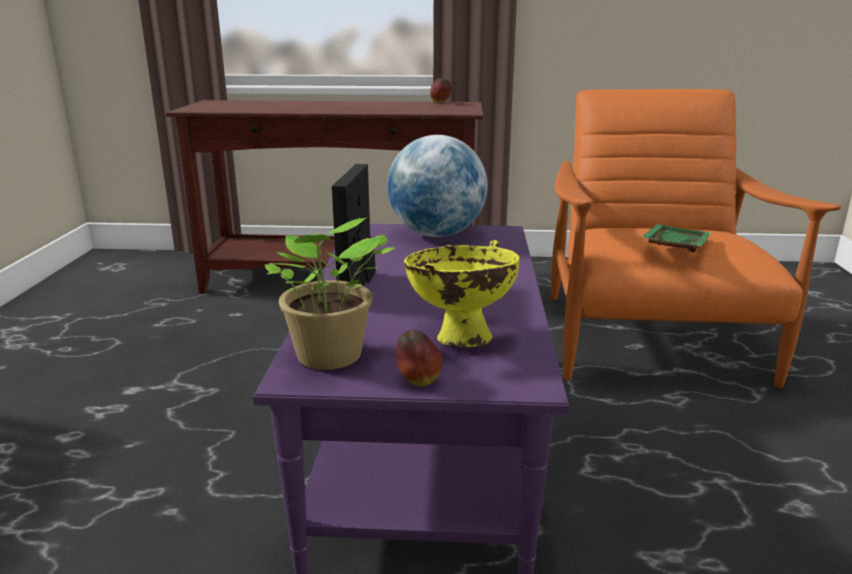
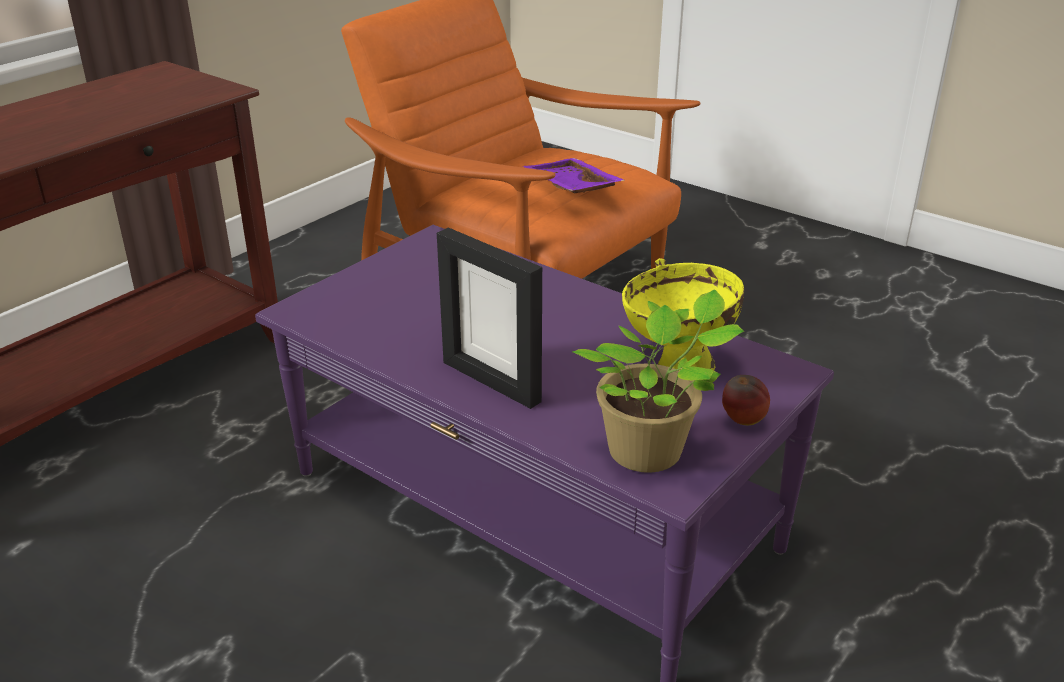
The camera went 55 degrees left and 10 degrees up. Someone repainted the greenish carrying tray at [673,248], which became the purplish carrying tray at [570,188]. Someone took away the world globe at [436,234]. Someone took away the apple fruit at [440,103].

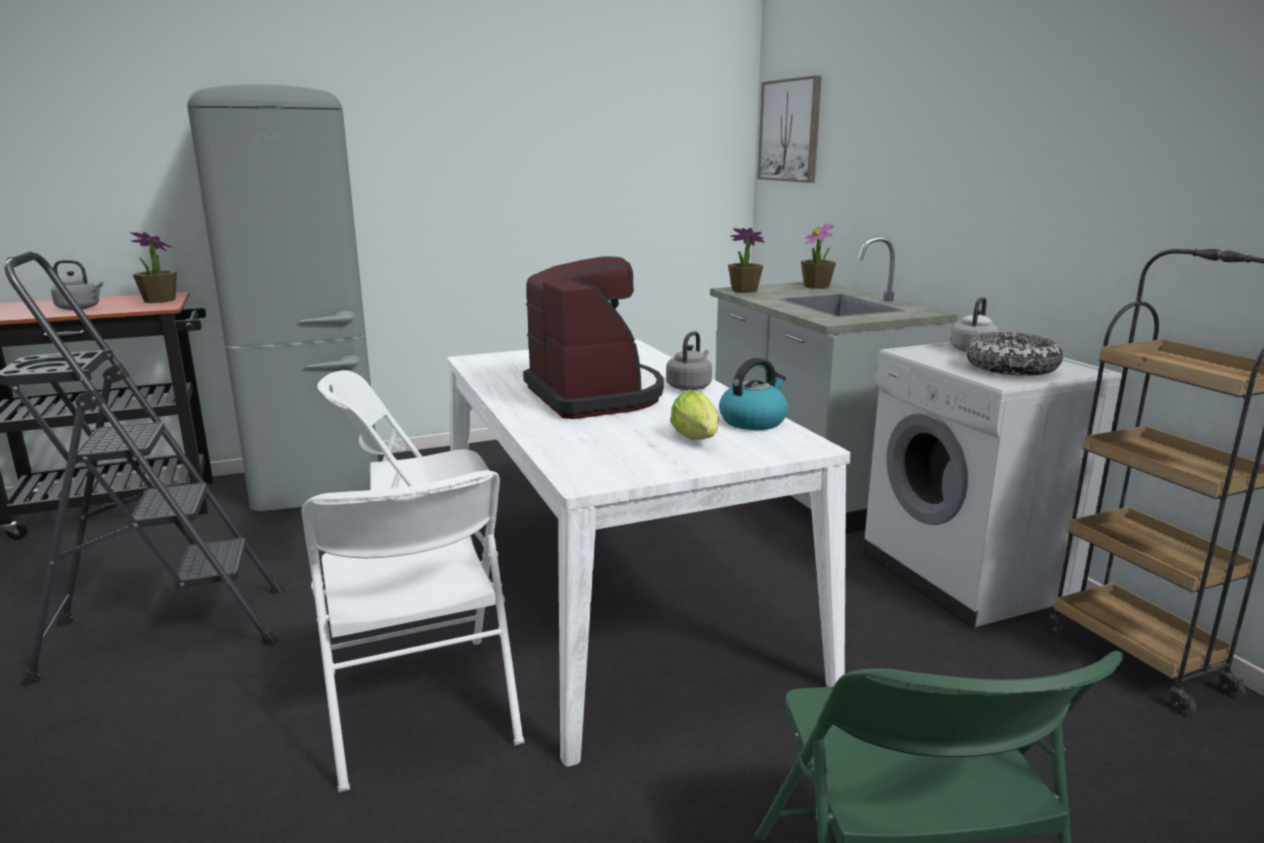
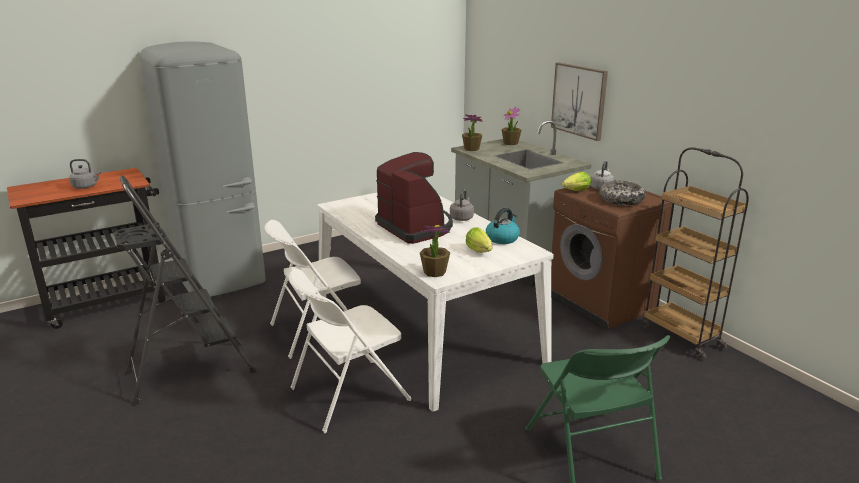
The camera went 10 degrees left and 5 degrees up. Someone rotated the white chair at [418,707] by 90 degrees clockwise. Someone carried the plant in a pot from [159,300] to [434,272]. Someone carried the wall art from [790,130] to [579,100]. Someone repainted the white washing machine at [964,576], which became the brownish washing machine at [600,303]. Someone put down the lettuce at [575,191].

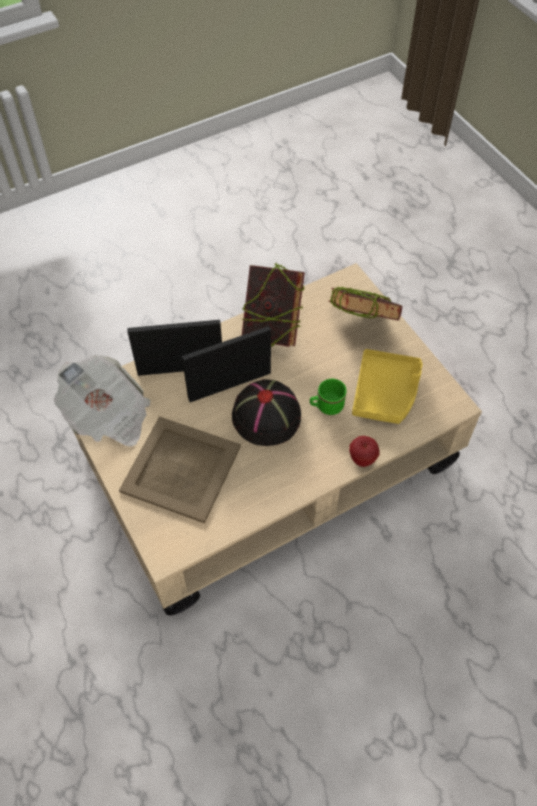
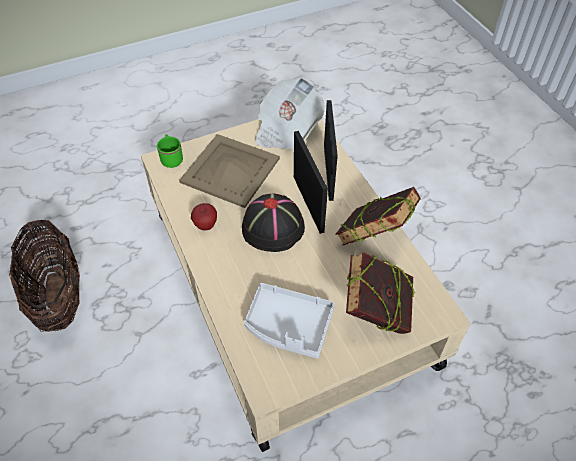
The camera went 95 degrees right and 5 degrees down. Someone put down the storage basket at [58,295]. Someone carried the greenish mug from [326,406] to [171,158]. Someone carried the apple fruit from [362,459] to [205,226]. Someone repainted the yellow-coloured carrying tray at [385,393], which became the greyish carrying tray at [288,326].

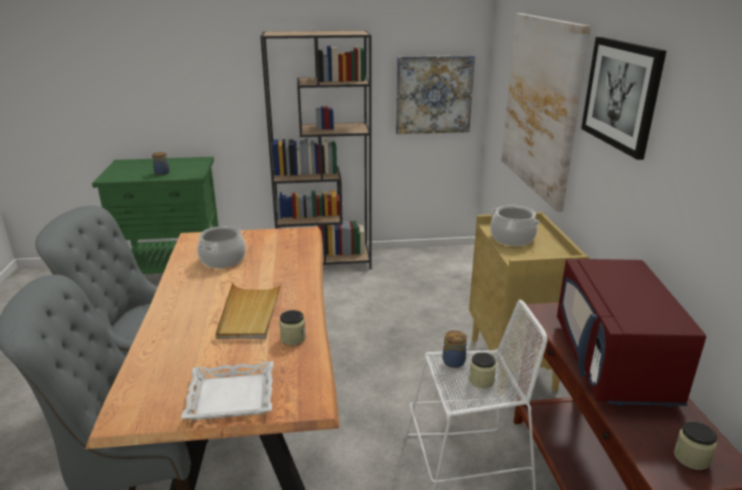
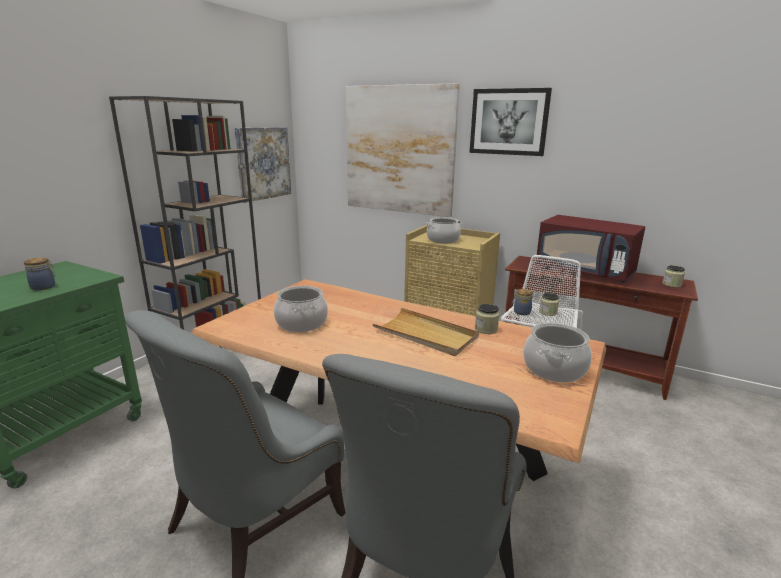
The camera went 55 degrees left and 5 degrees down. Someone swapped the white carrying tray at [231,397] for the cooking pot at [554,369].

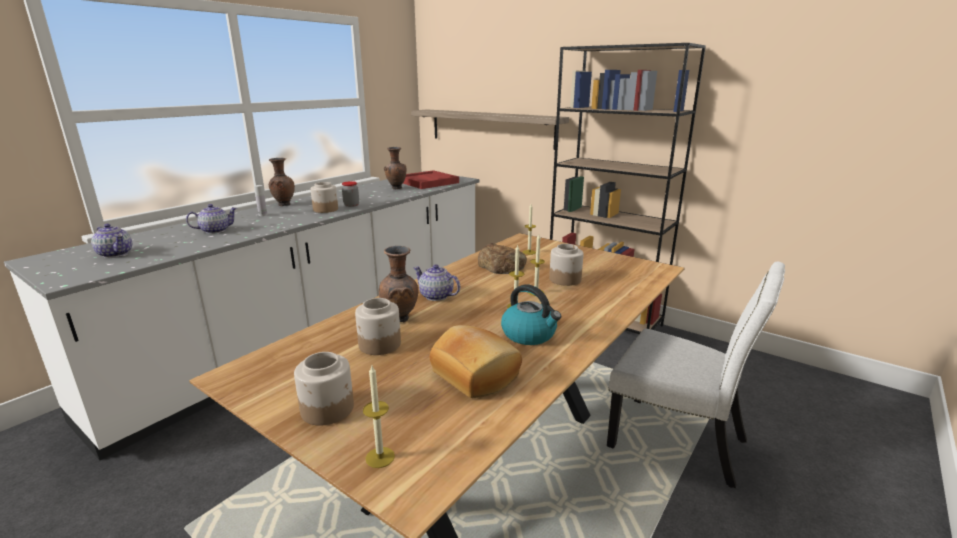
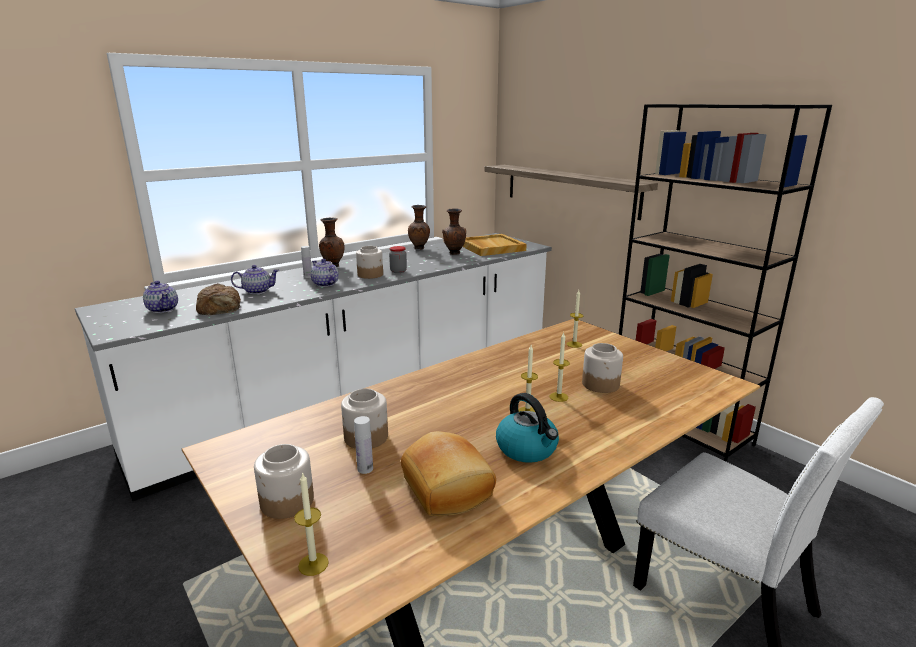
The camera went 15 degrees right and 0 degrees up. Someone carried the baked bread from [501,265] to [220,307]. Someone carried the pot for tea from [436,296] to [325,284]. Someone put down the white drink bottle at [365,469]. Someone carried the brownish vase from [401,319] to [419,248]. Someone repainted the reddish carrying tray at [427,182], which became the beige carrying tray at [491,247].

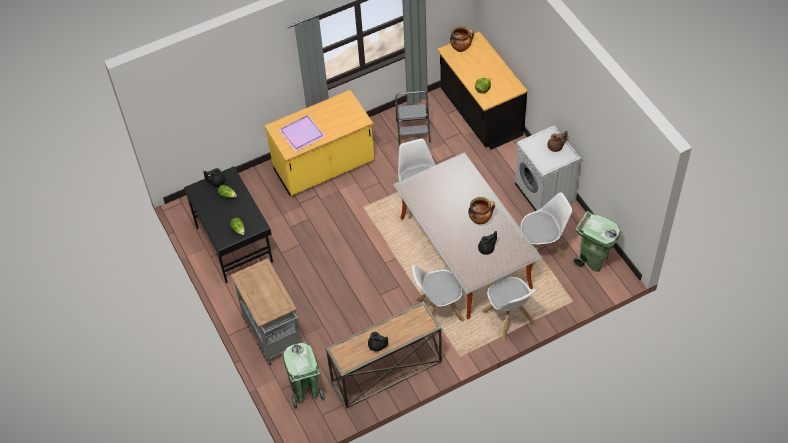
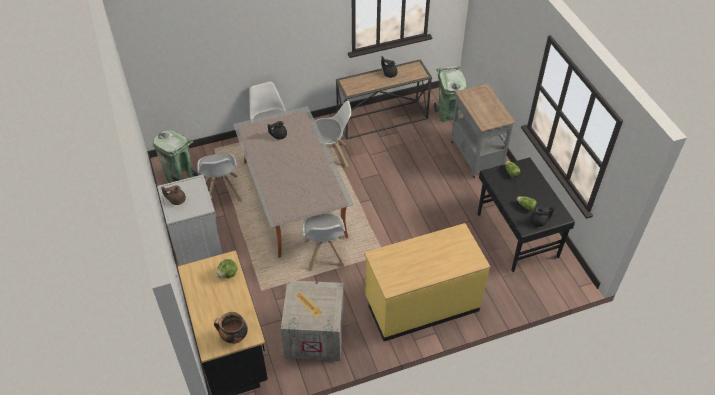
The camera went 175 degrees left and 5 degrees down. Someone rotated the chair at [542,249] by 90 degrees counterclockwise. Someone swapped the greyish stepladder at [413,131] for the crate at [314,335]. Someone took away the purplish carrying tray at [301,134]. Someone took away the cooking pot at [480,219].

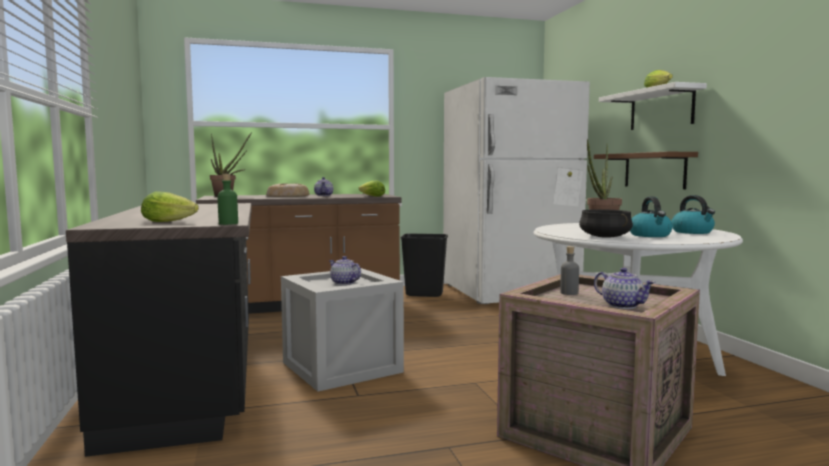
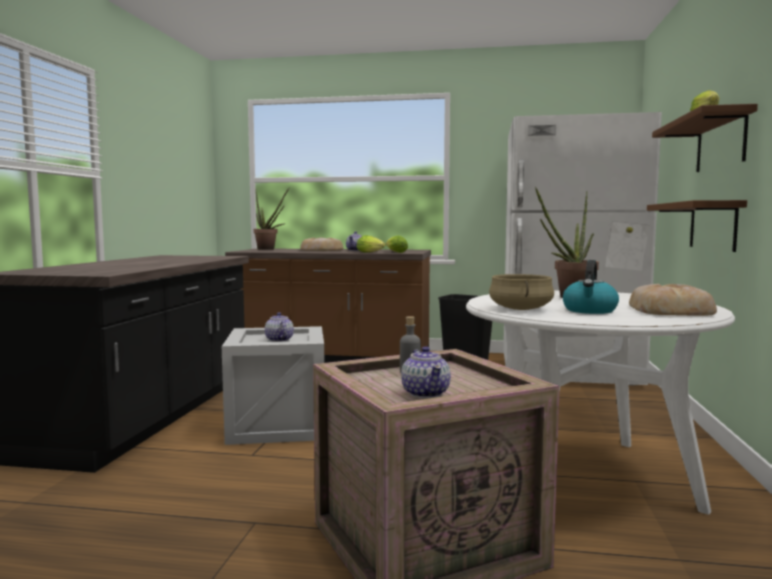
The camera went 25 degrees right and 0 degrees up. Someone carried the lettuce from [171,222] to [371,252]. Someone repainted the black cooking pot at [604,237], which became the beige cooking pot at [520,309]. Someone swapped the water kettle at [693,232] for the baked bread at [671,310]. Someone repainted the white wall shelf at [661,109], which became the brownish wall shelf at [720,143]. Someone took away the greenish drink bottle at [228,223].

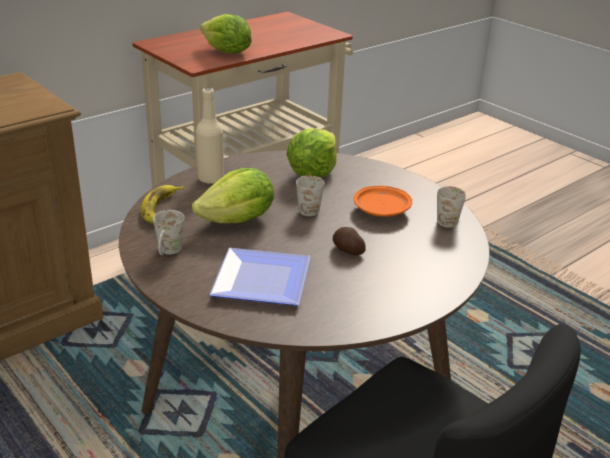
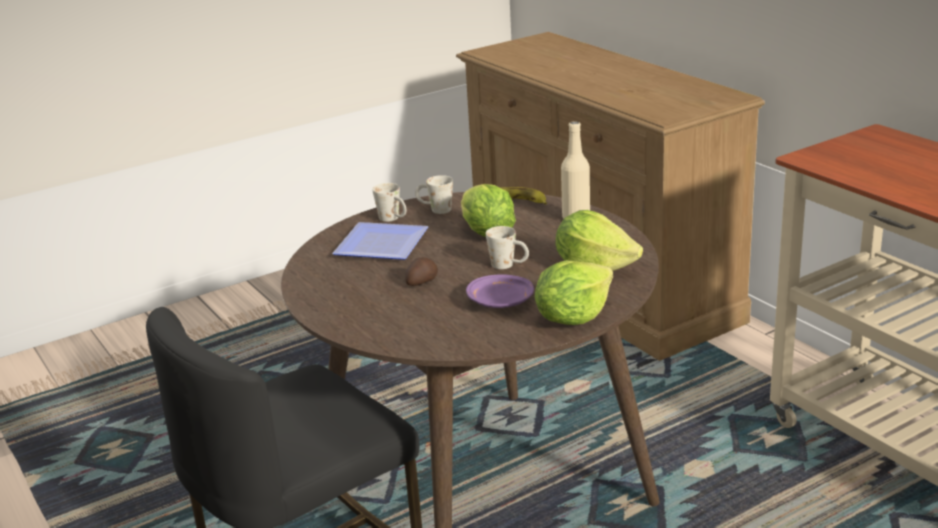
The camera went 100 degrees right and 5 degrees down. Someone carried the white mug from [450,219] to [393,219]. Someone repainted the orange plate at [382,210], which became the purplish plate at [501,302]. Someone carried the lettuce from [226,52] to [573,317].

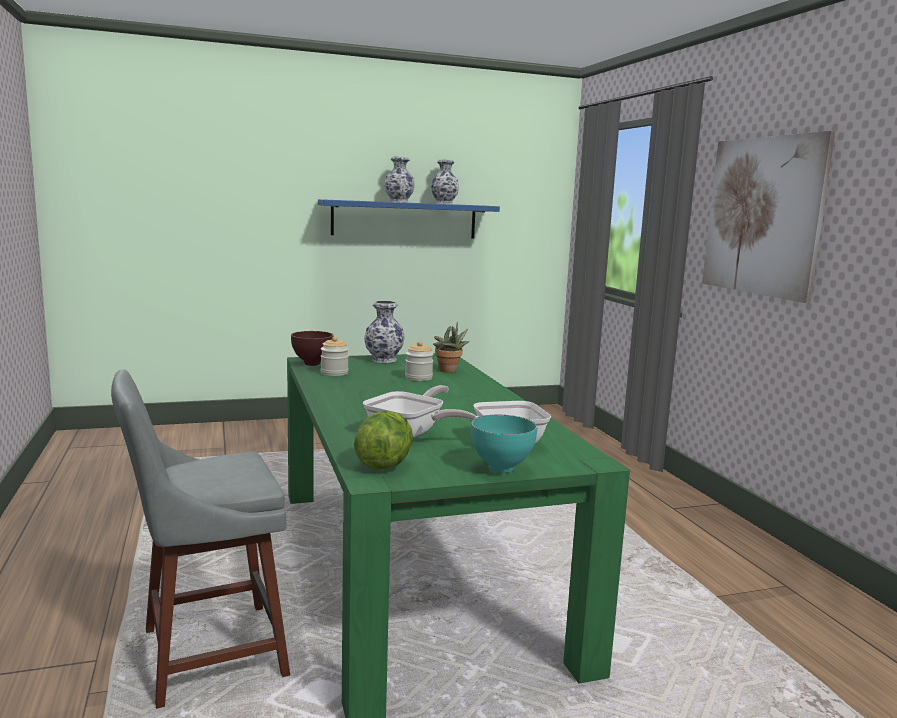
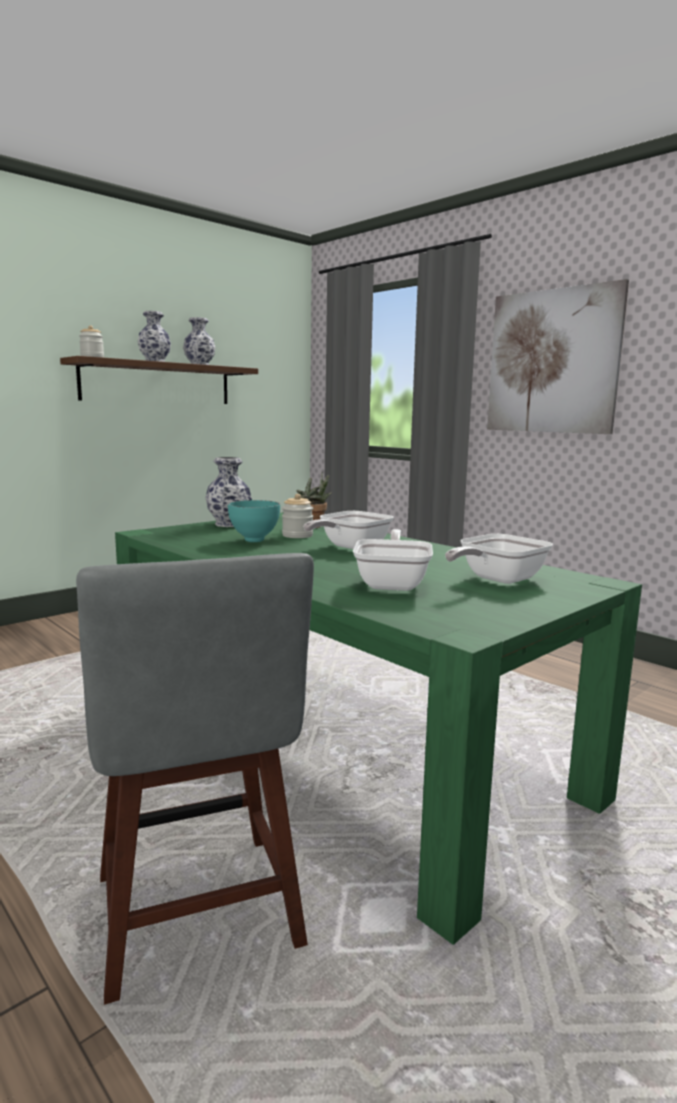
The camera went 25 degrees left and 0 degrees up. Someone repainted the bluish wall shelf at [404,219], which became the brownish wall shelf at [157,383]. Someone rotated the greyish chair at [204,654] by 60 degrees counterclockwise. Someone carried the storage jar from [334,373] to [92,357]. Someone carried the turquoise deep dish from [500,470] to [253,541]. Someone put down the skillet at [350,547]. Someone took away the brownish deep dish at [311,364]. Someone took away the lettuce at [384,464].

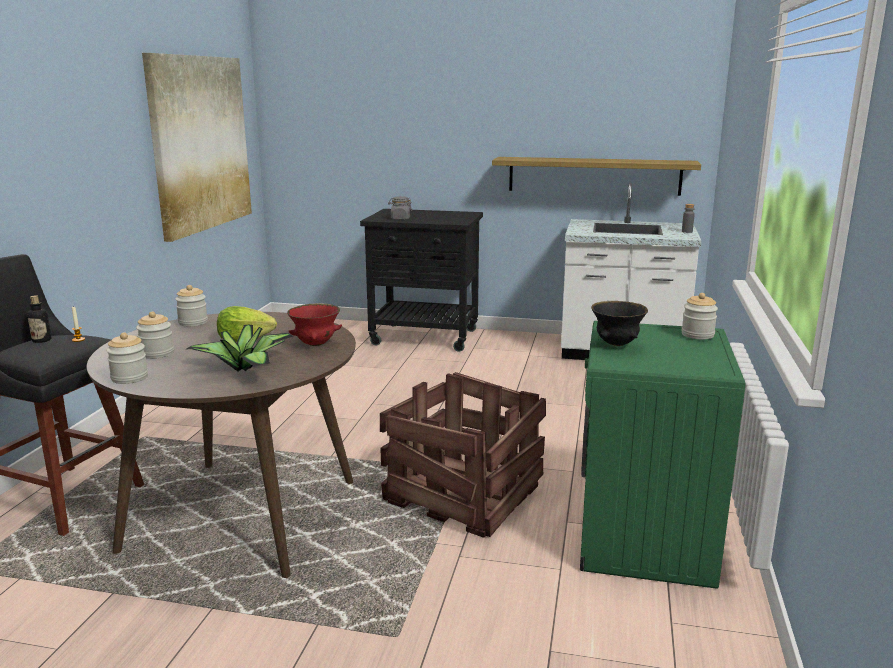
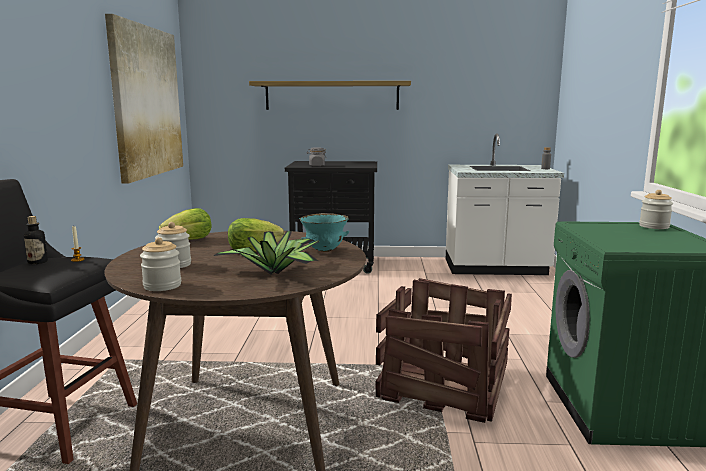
The camera went 10 degrees left and 5 degrees down. Someone swapped the storage jar at [193,322] for the lettuce at [189,240]. Someone carried the wall shelf from [594,175] to [332,96]. Someone repainted the reddish deep dish at [316,344], which became the turquoise deep dish at [325,250]. Someone took away the black deep dish at [616,344].

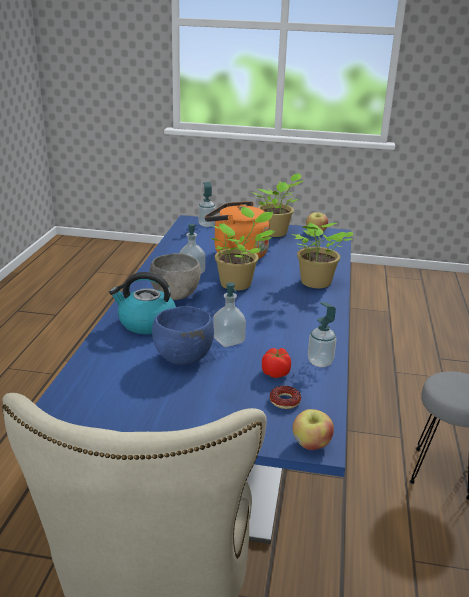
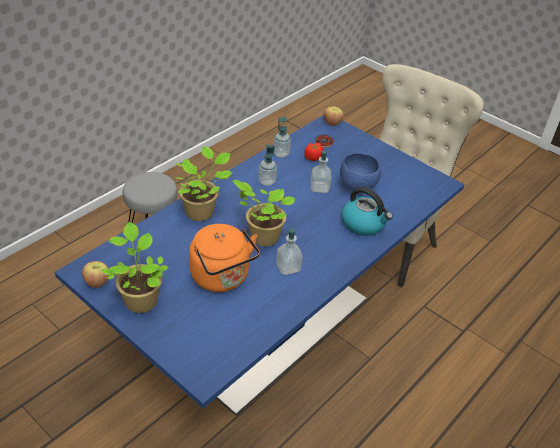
The camera went 150 degrees left and 15 degrees up. Someone carried the soap dispenser from [206,224] to [267,181]. Someone took away the greyish deep dish at [176,296].

